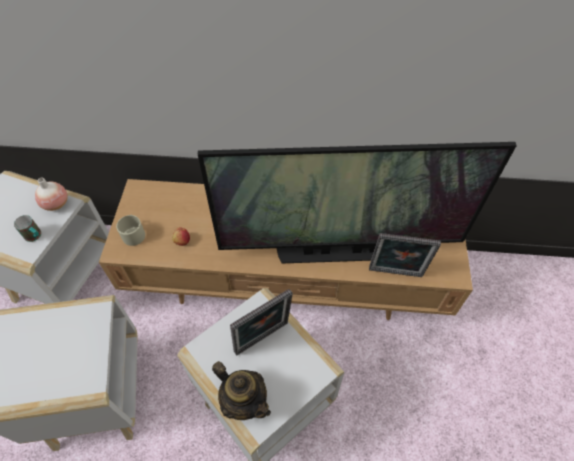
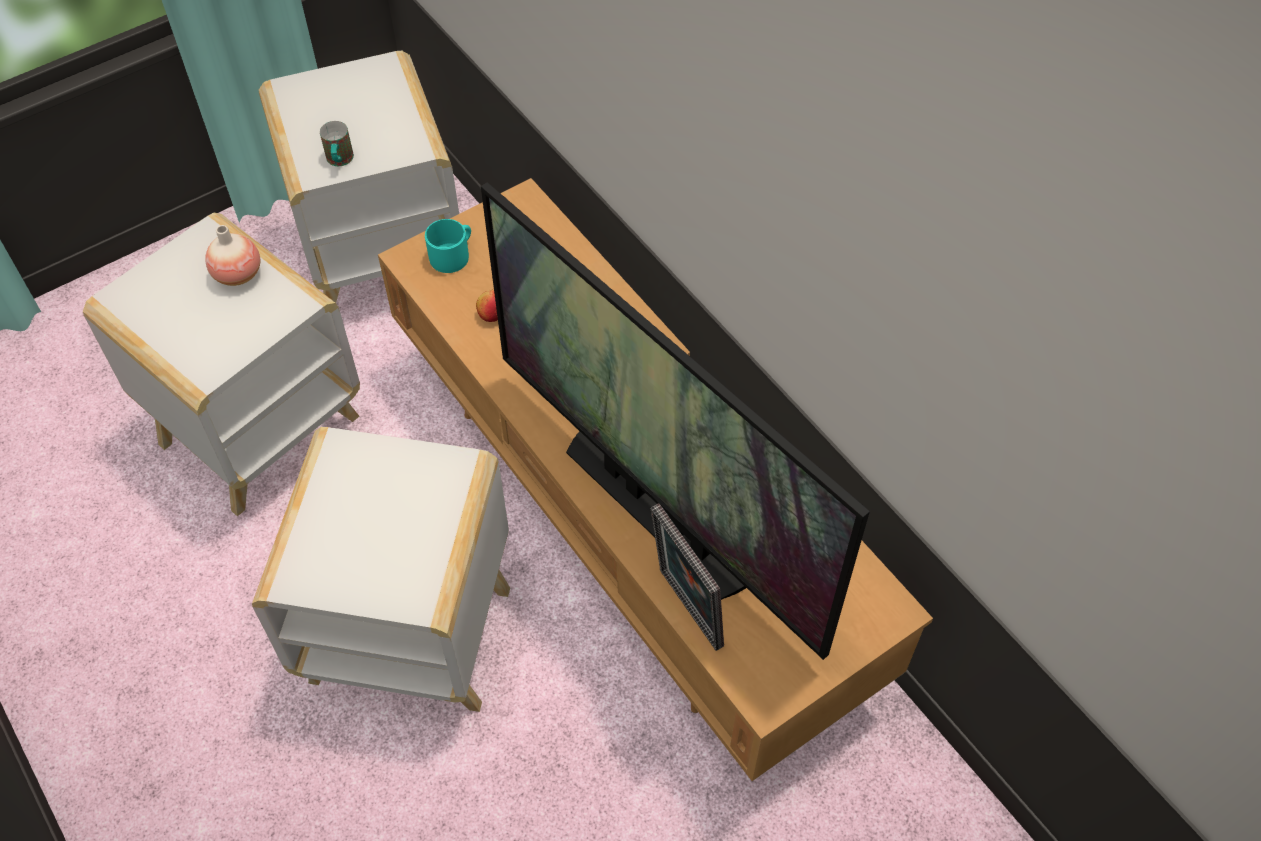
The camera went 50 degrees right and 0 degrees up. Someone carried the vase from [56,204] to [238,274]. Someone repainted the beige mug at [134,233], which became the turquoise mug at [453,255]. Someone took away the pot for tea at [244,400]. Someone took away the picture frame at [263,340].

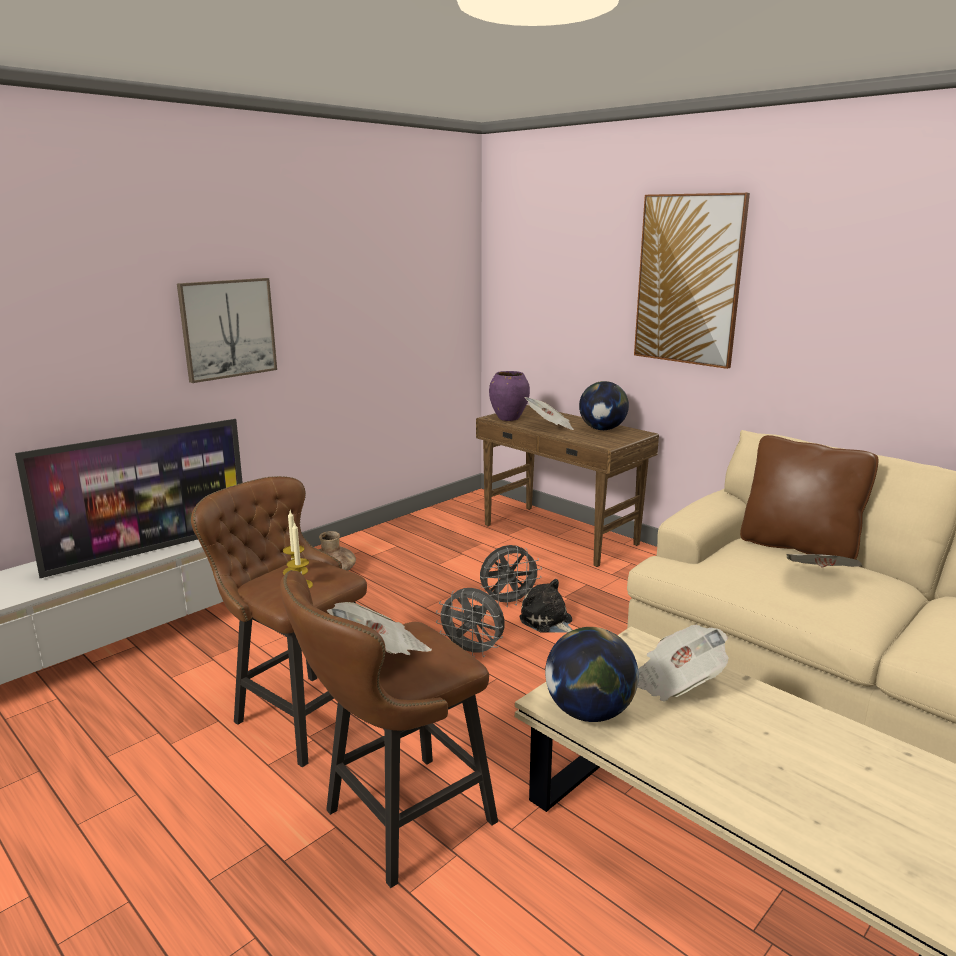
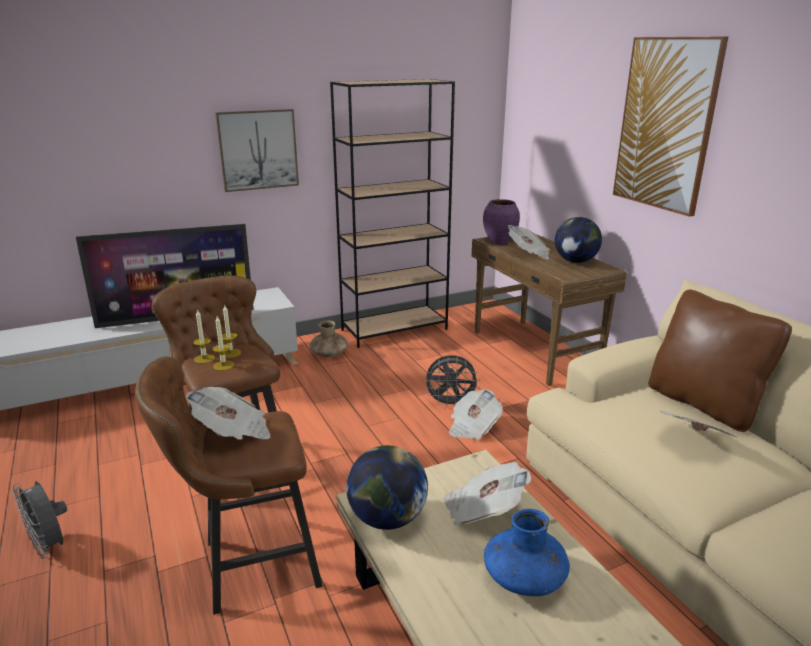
The camera went 20 degrees right and 5 degrees up. Someone carried the greyish electric fan from [472,651] to [50,546]. Someone put down the candle at [204,358]. Someone put down the beige bookcase at [394,329]. Someone swapped the cuddly toy at [548,621] for the daily paper at [472,427]. Someone put down the bluish vase at [524,577].

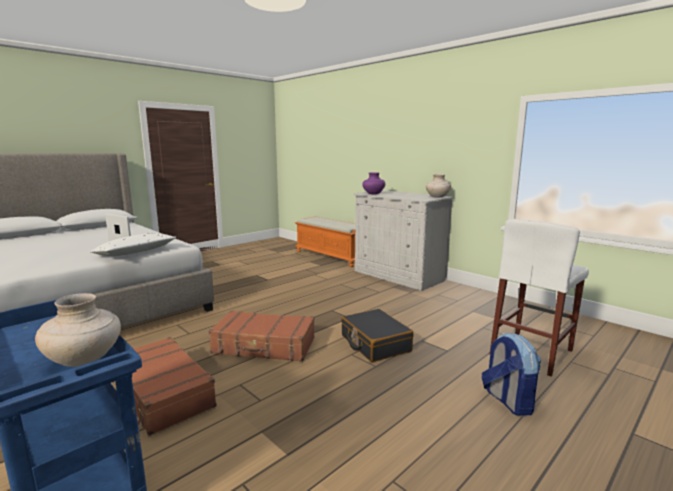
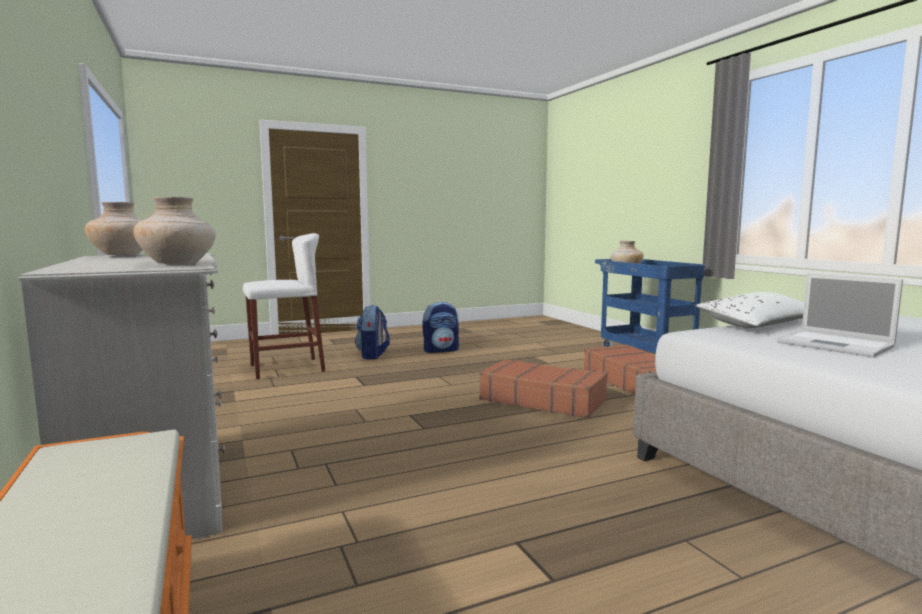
The camera went 160 degrees left and 5 degrees down. Someone repainted the purplish vase at [373,193], which became the beige vase at [178,264]. Someone put down the backpack at [441,350]. Someone took away the black travel case at [375,343].

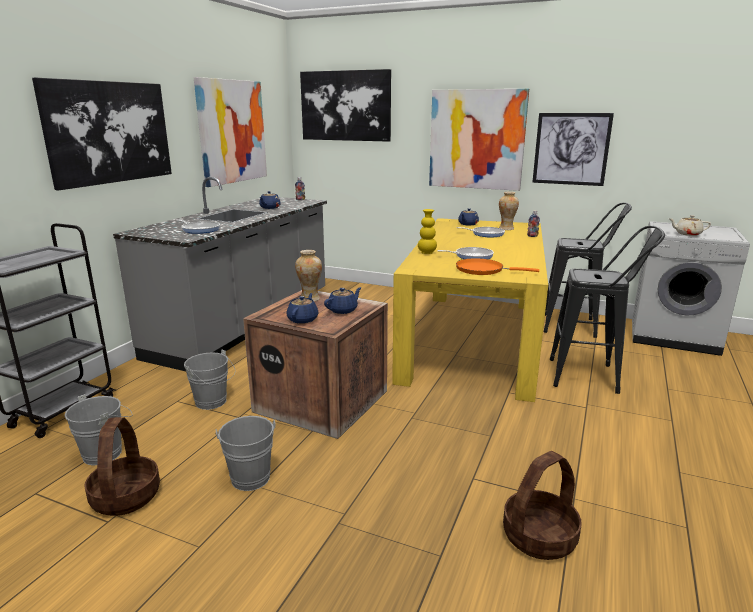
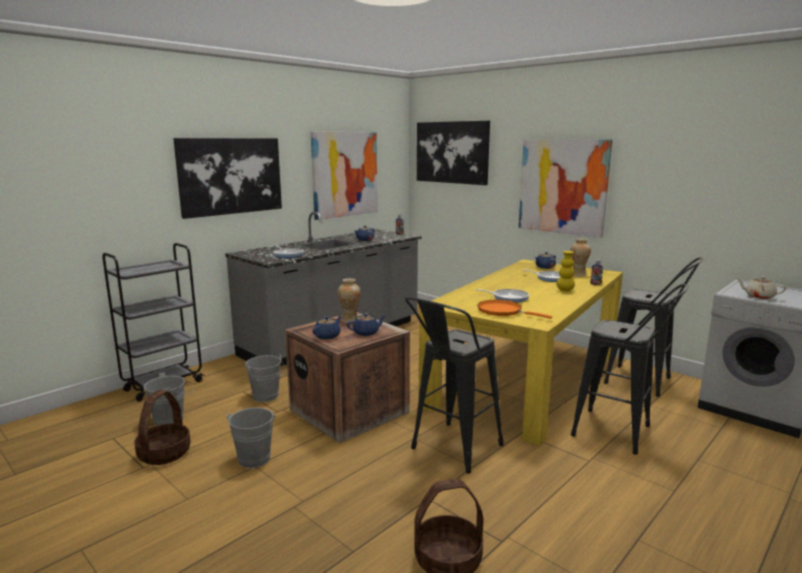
The camera went 20 degrees right and 5 degrees down. Someone put down the black sitting stool at [451,451]. Someone carried the yellow-coloured vase from [427,253] to [565,291]. Someone took away the wall art at [571,149].

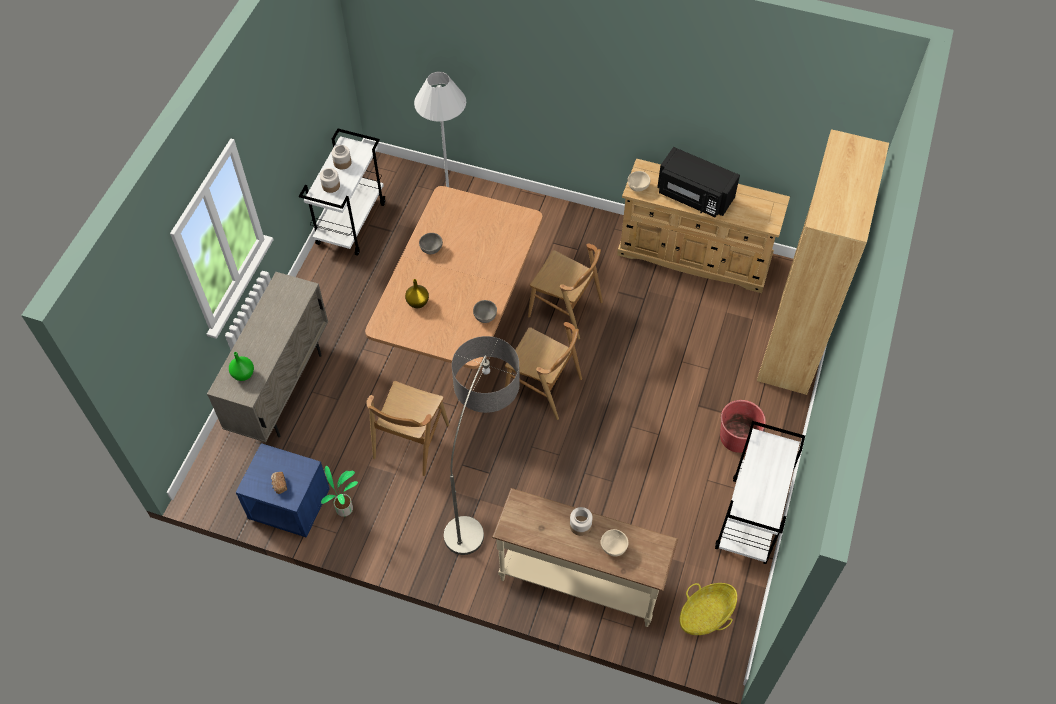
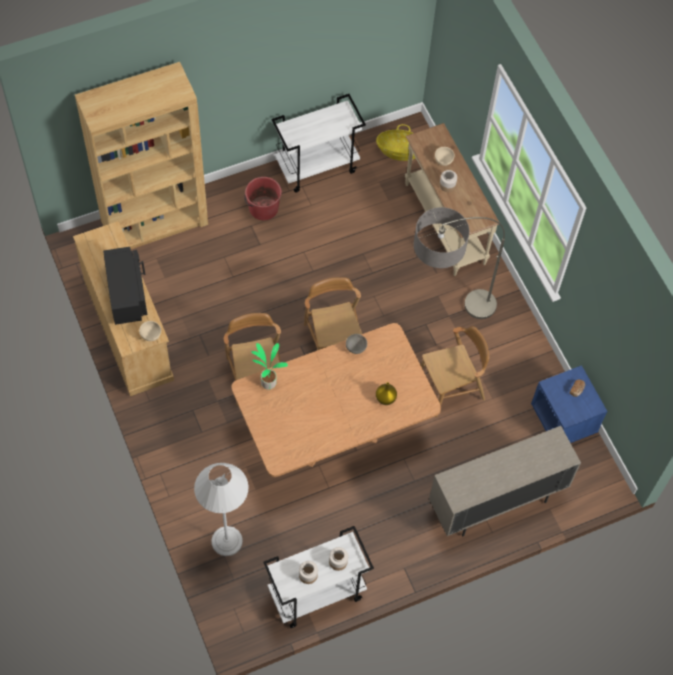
The camera went 135 degrees left and 5 degrees up. Someone carried the plant in a pot from [345,509] to [268,381]. Someone took away the greenish vase at [244,374]. Someone took away the greyish deep dish at [431,249].

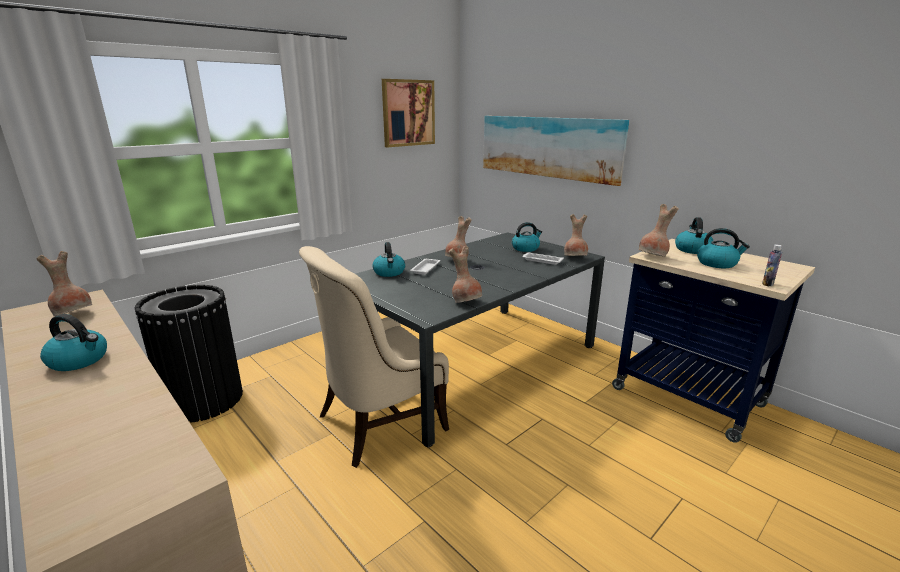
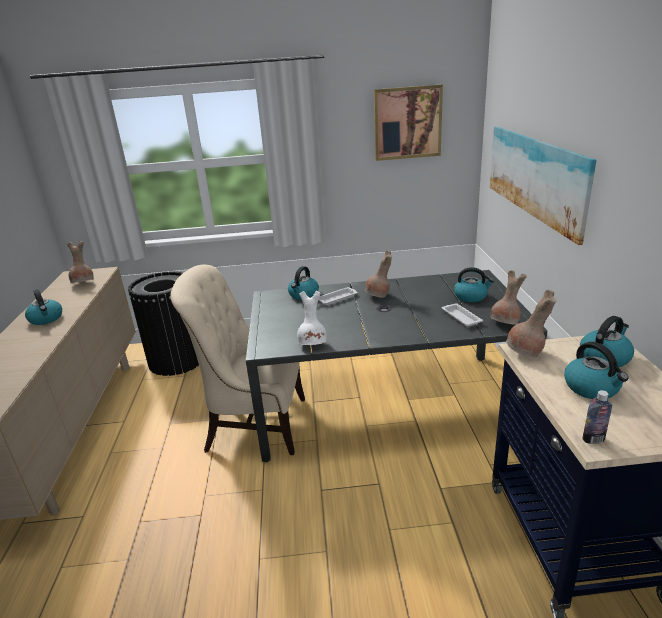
The camera went 40 degrees right and 5 degrees up. Someone repainted the brownish vase at [466,301], which became the white vase at [313,344].

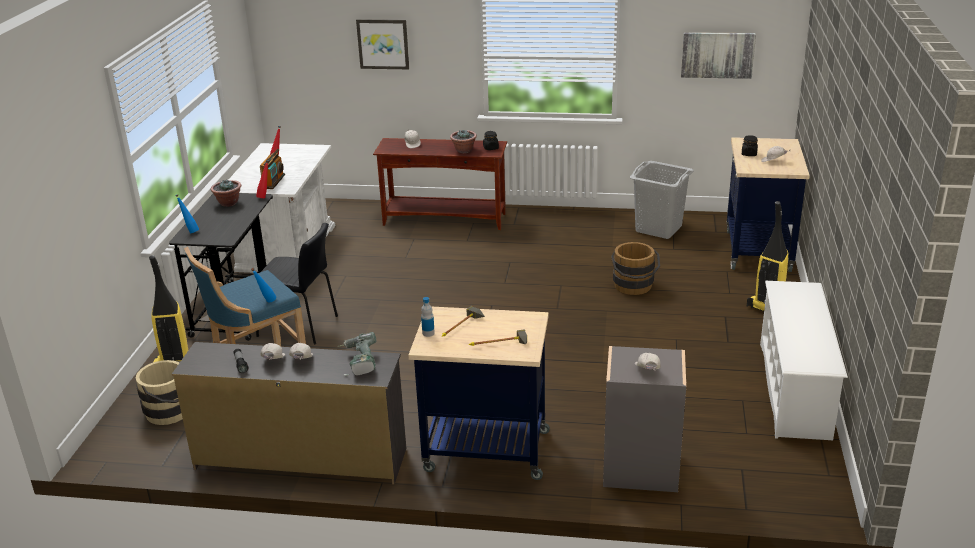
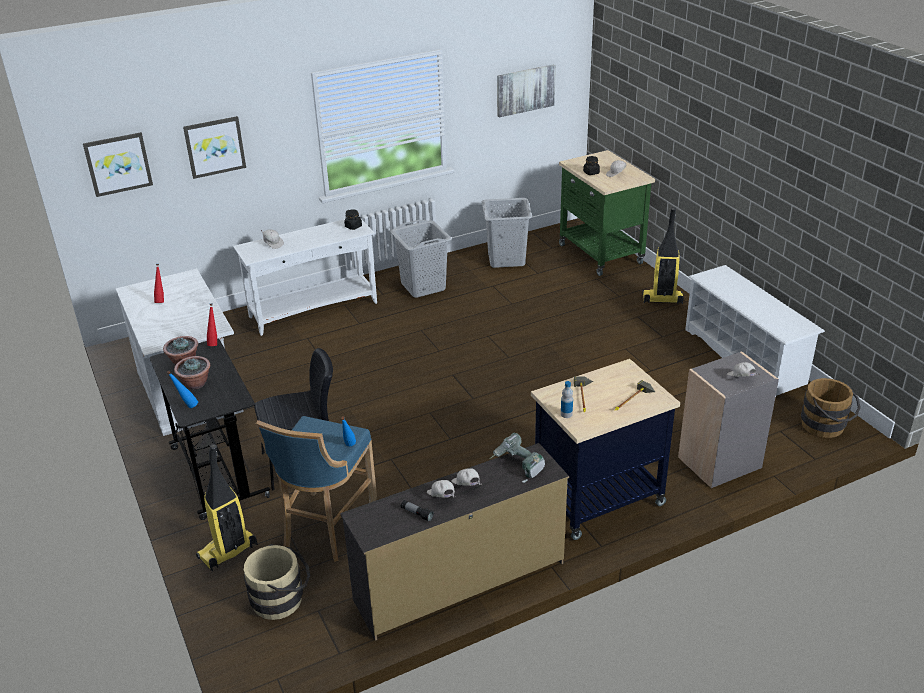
The camera went 35 degrees left and 5 degrees up. Someone put up the wall art at [118,164]. Someone carried the plant in a pot from [464,150] to [196,384]. Someone repainted the brownish console table at [445,219], which became the white console table at [314,309]. Someone put down the greyish washing basket at [423,287]. Someone repainted the bluish wheeled cart at [758,252], which became the greenish wheeled cart at [601,255]. Someone carried the brownish water bucket from [633,287] to [826,427]. Someone took away the radio receiver at [274,181].

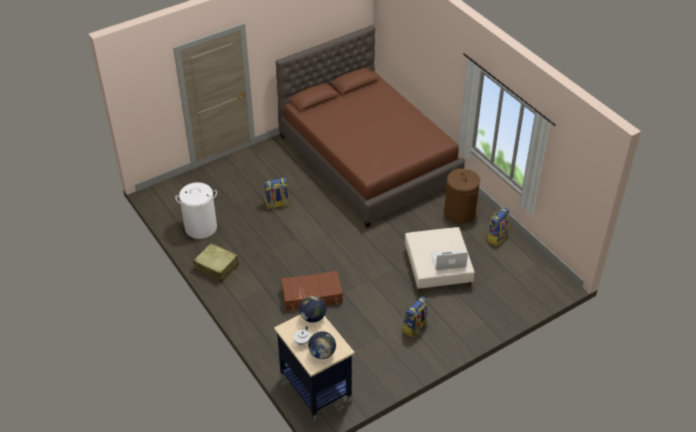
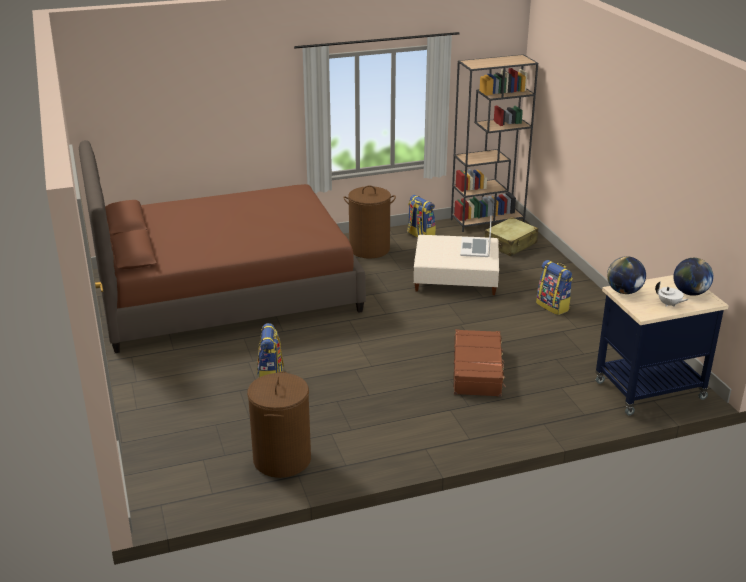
The camera went 75 degrees left and 15 degrees down. Someone repainted the white washing basket at [201,227], which became the brownish washing basket at [282,459]. Someone put down the bookcase at [487,221]. Someone carried the beige travel case from [217,267] to [510,244].

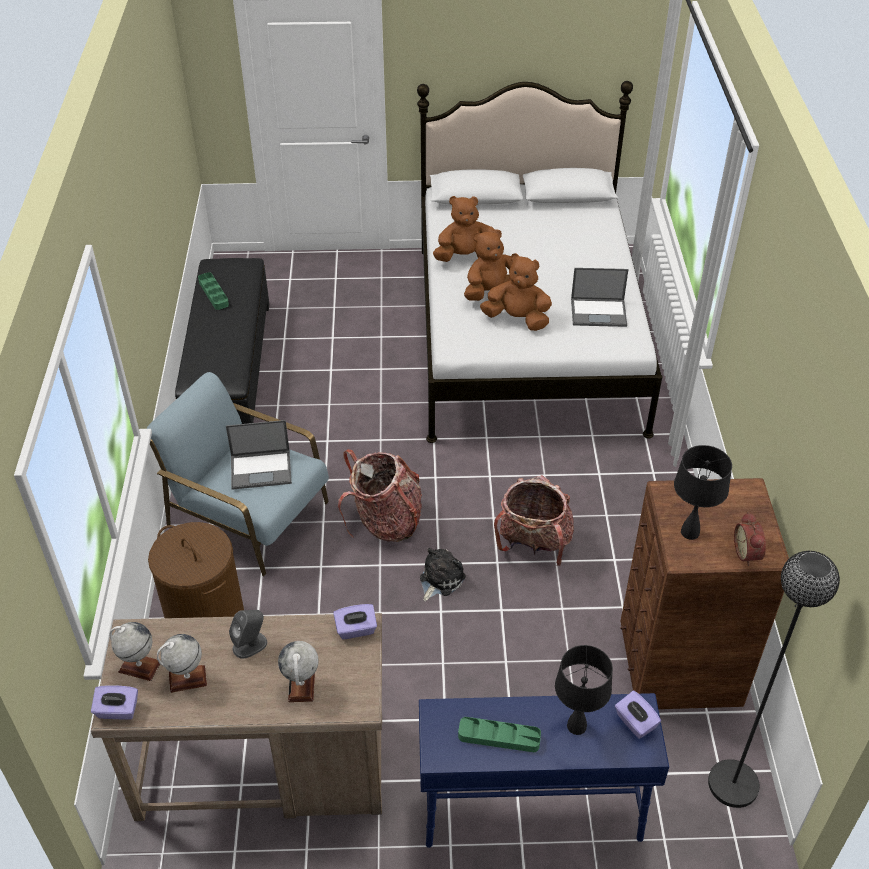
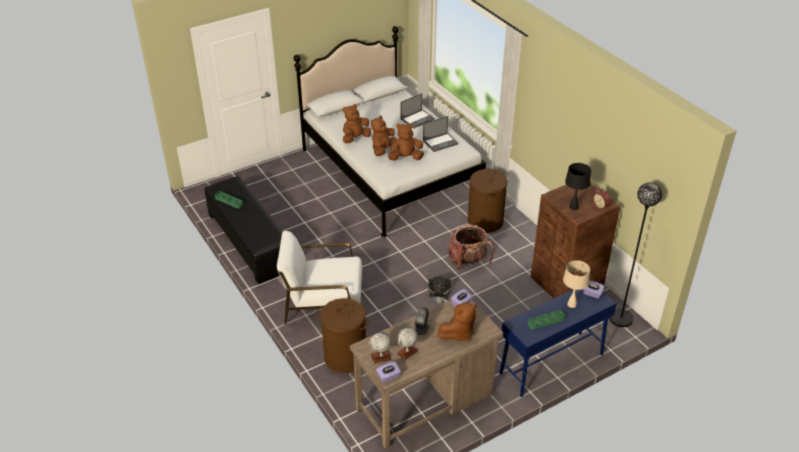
The camera went 30 degrees left and 5 degrees down. Someone repainted the bluish armchair at [250,516], which became the white armchair at [323,303]. Someone carried the laptop from [262,469] to [417,119]. Someone swapped the world globe at [301,686] for the brownish cuddly toy at [458,333]. Someone put down the brownish washing basket at [485,222]. Someone repainted the black tabletop lamp at [577,726], which became the beige tabletop lamp at [571,304]. Someone took away the backpack at [385,521].

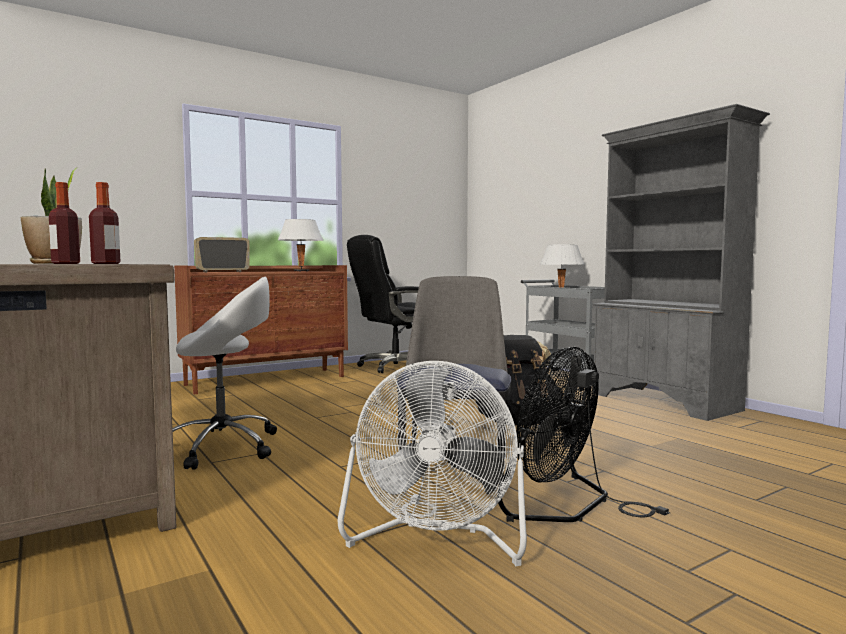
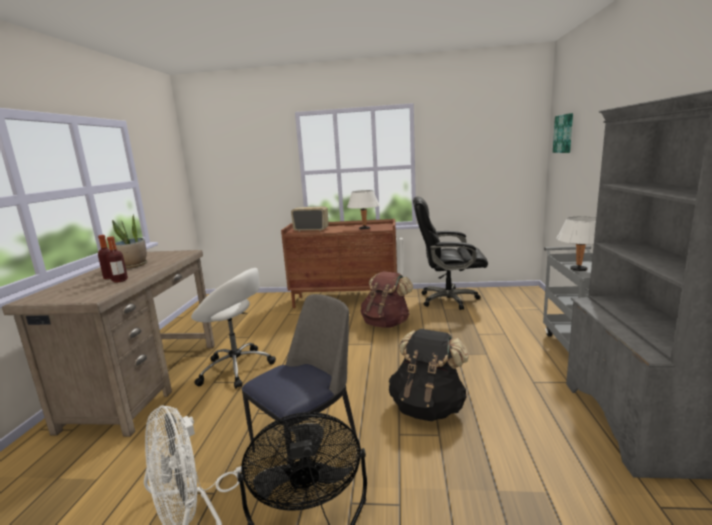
The camera went 40 degrees right and 10 degrees up. Someone put down the brownish backpack at [386,323]. Someone put up the wall art at [564,133].

